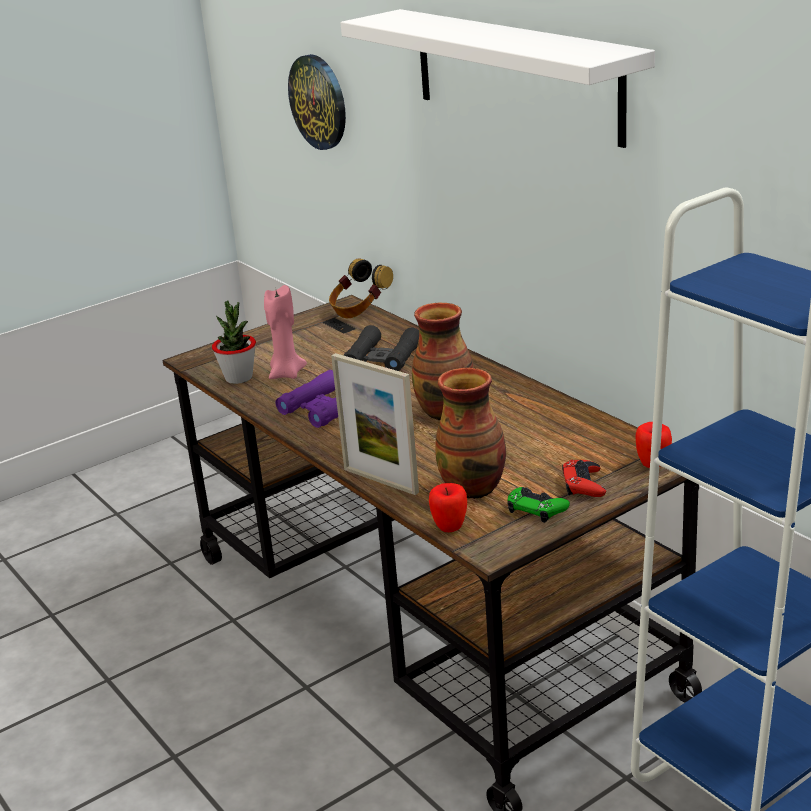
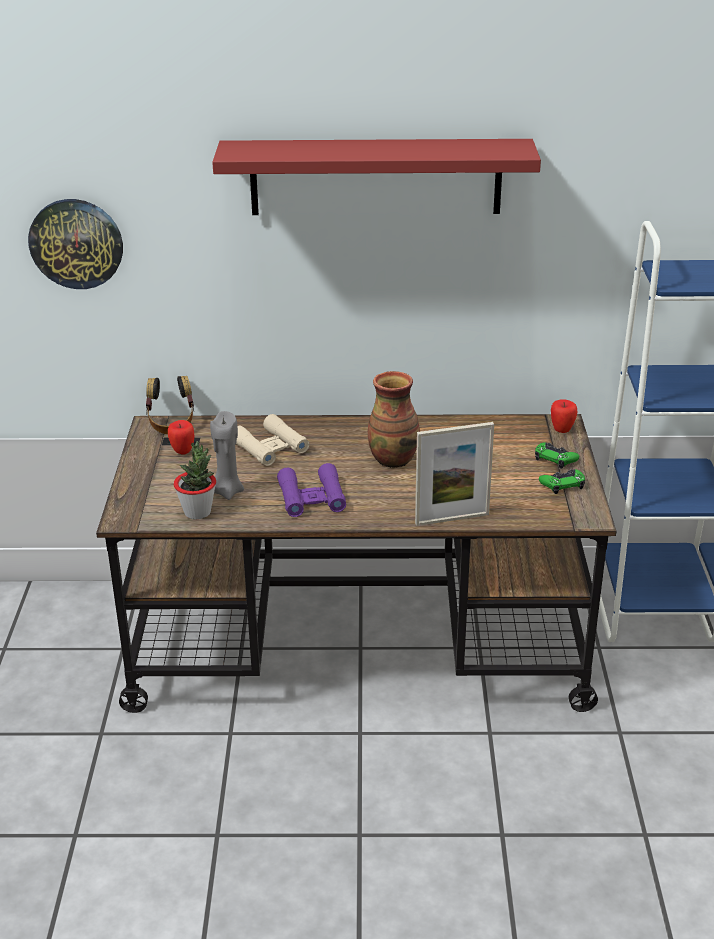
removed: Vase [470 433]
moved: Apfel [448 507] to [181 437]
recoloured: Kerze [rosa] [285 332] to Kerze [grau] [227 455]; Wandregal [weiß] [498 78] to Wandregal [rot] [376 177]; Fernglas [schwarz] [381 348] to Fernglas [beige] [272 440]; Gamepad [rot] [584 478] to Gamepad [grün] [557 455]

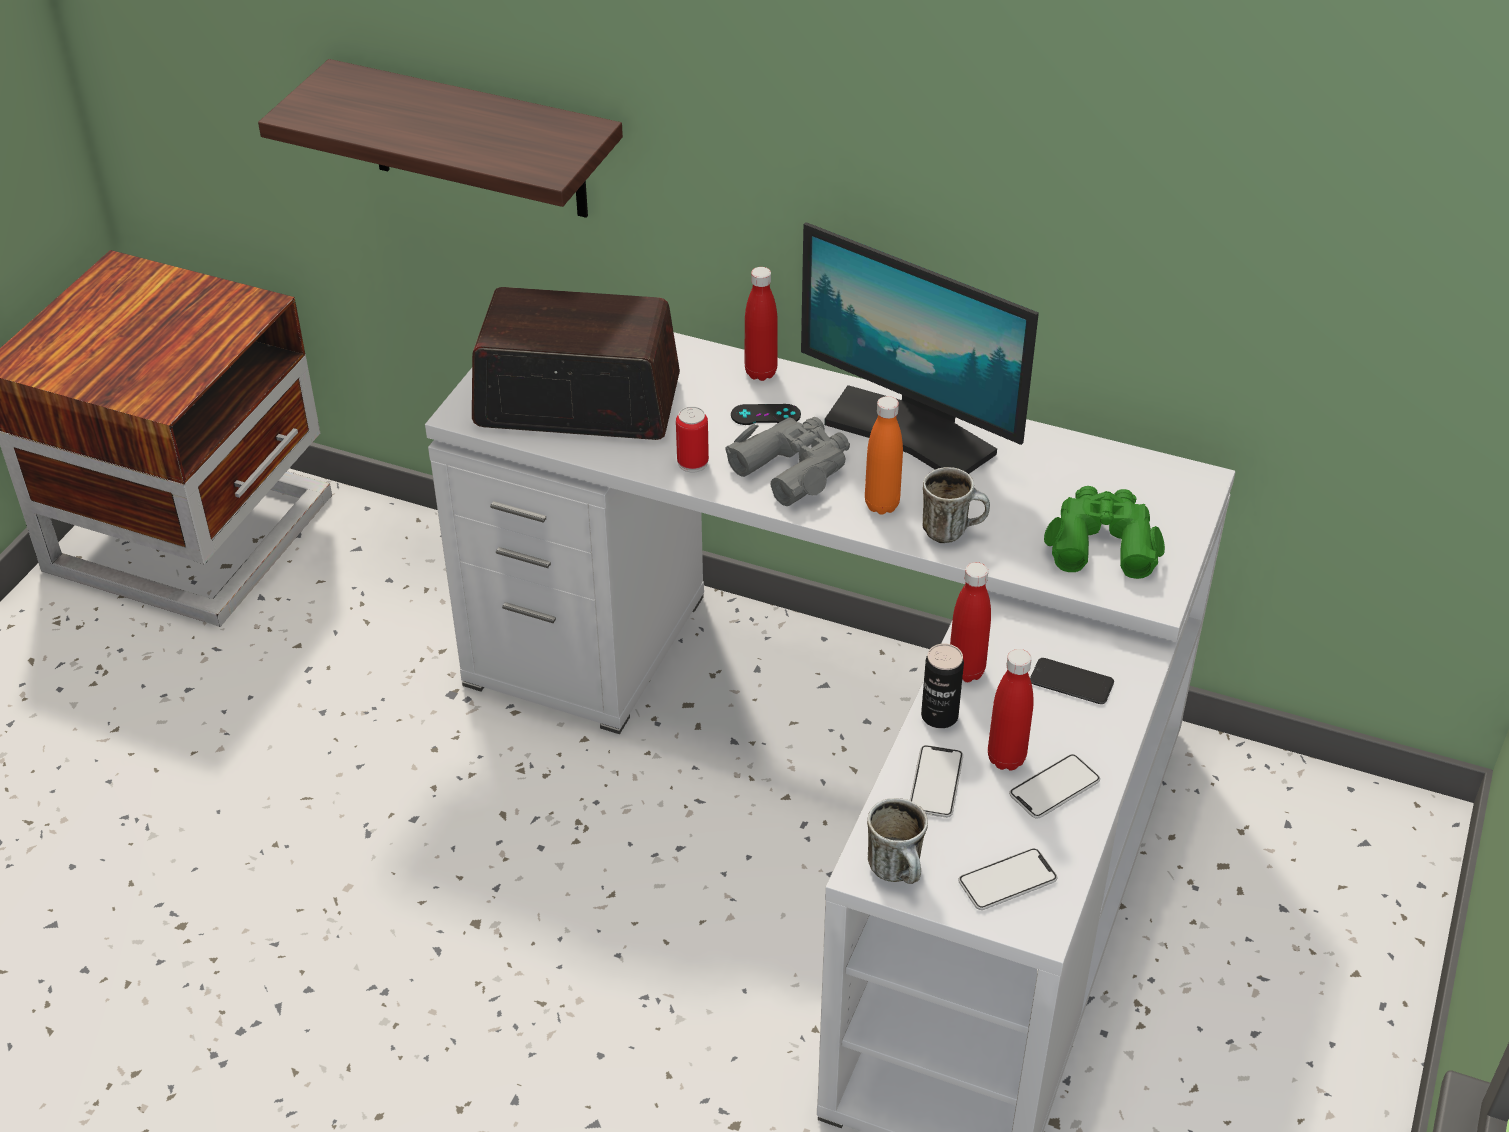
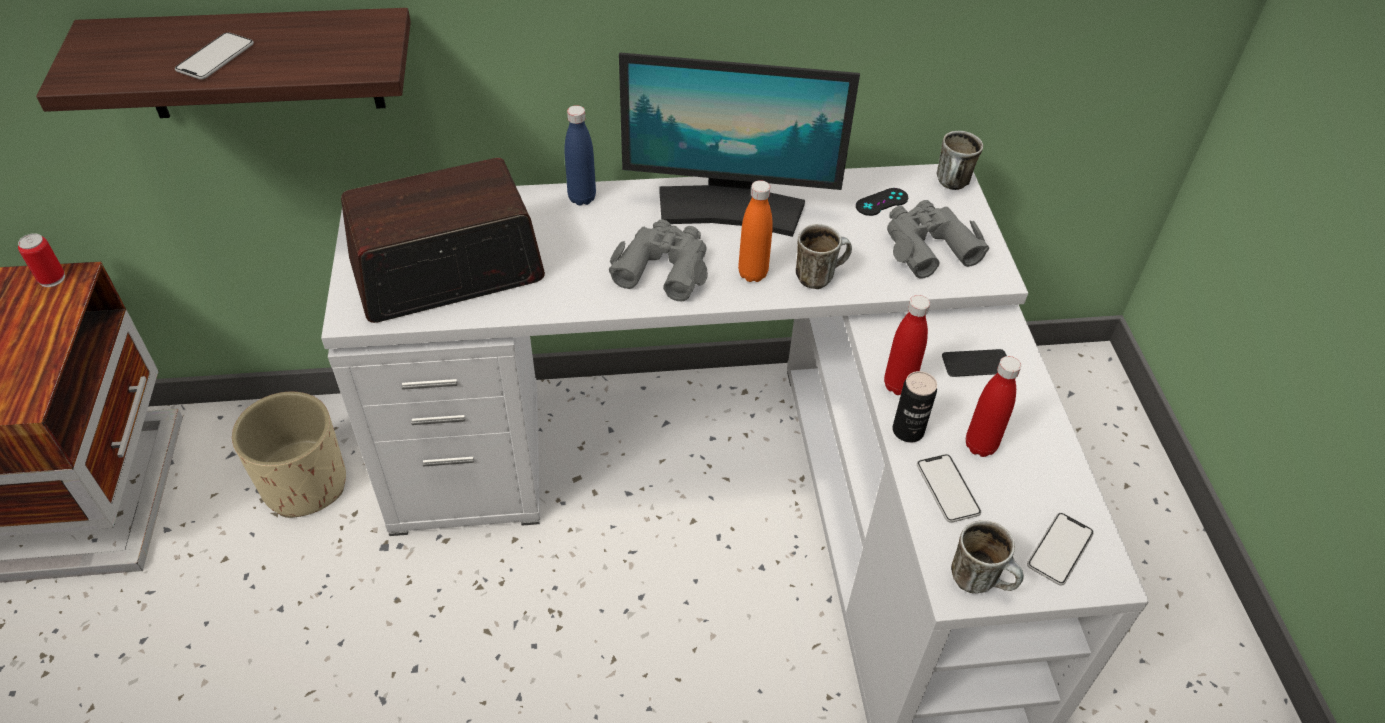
added: Pflanzkübel [beige] [289 455]; Henkelbecher [959 160]
moved: Dose [692 439] to [41 260]; Gamepad [schwarz] [766 414] to [882 202]; Handy [1054 786] to [214 56]
recoloured: Flasche [rot] [761 324] to Flasche [blau] [580 155]; Fernglas [grün] [1104 532] to Fernglas [grau] [938 239]

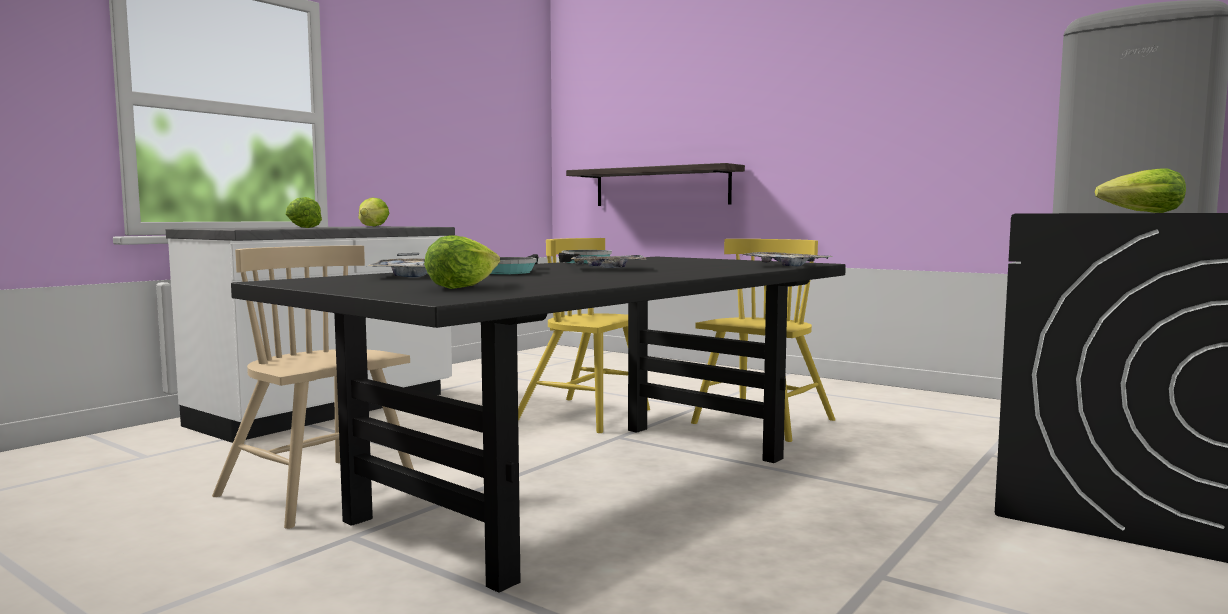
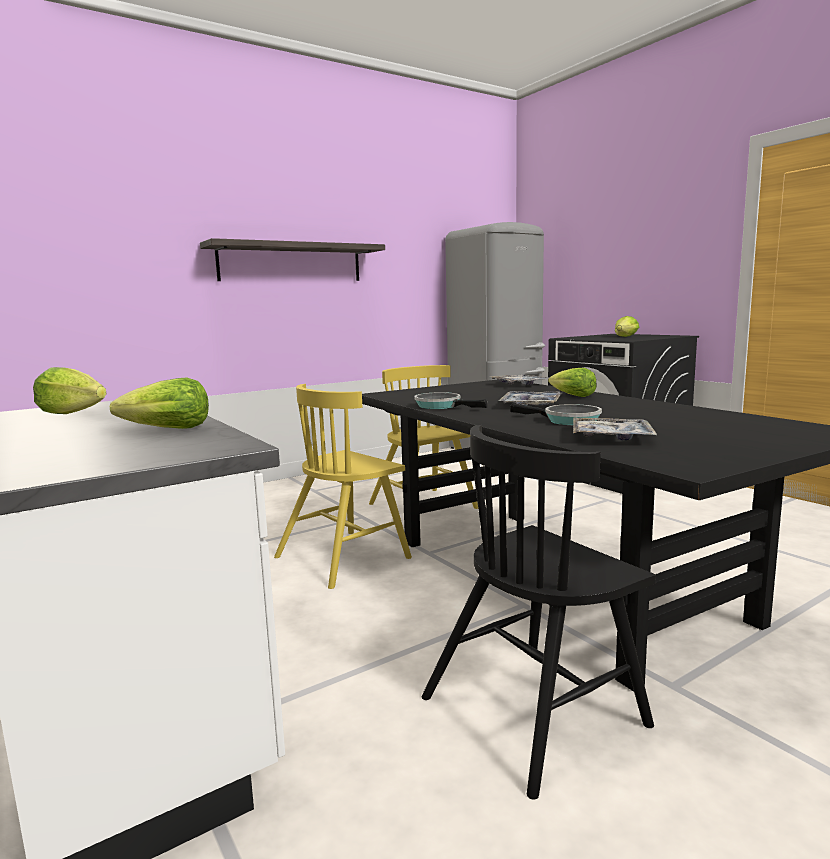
moved: Salatkopf [462 262] to [572 382]; Wandregal [655 184] to [292 259]
recoloured: Stuhl [beige] [313 387] to Stuhl [schwarz] [538 612]

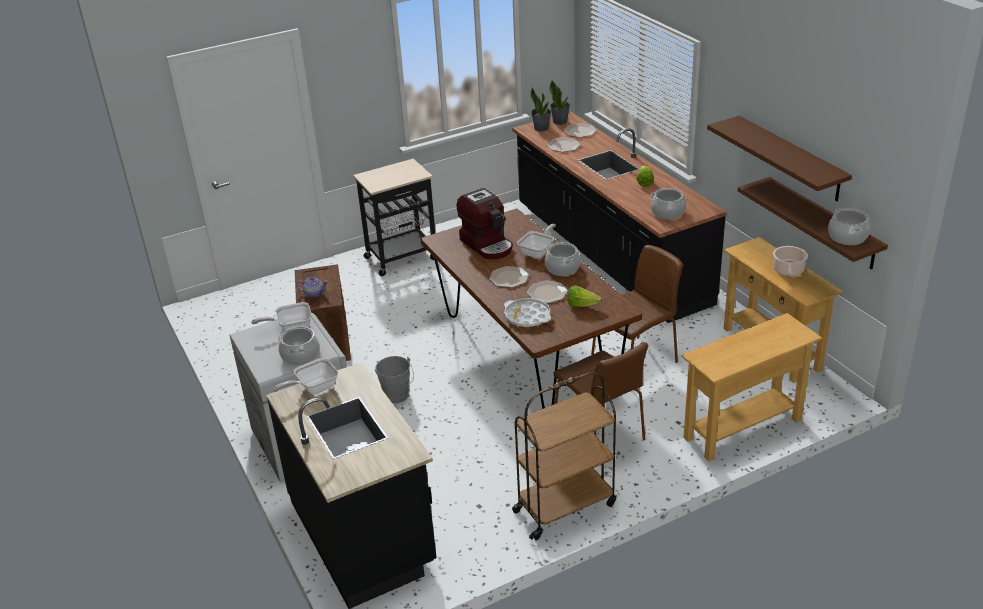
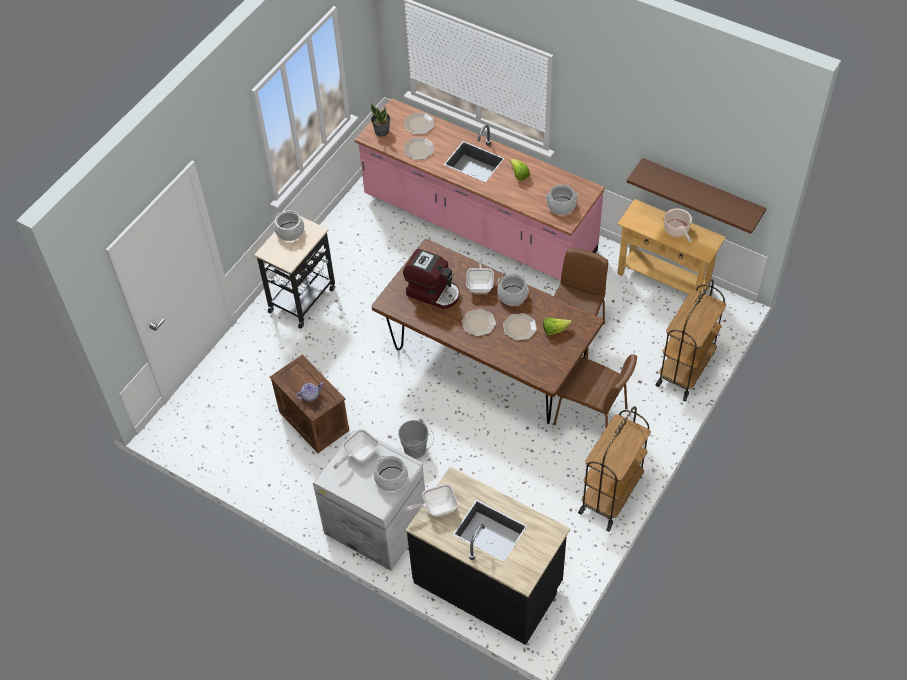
removed: Tablett [weiß] [527 312]; Topfpflanze [559 102]; Wandregal [braun] [779 158]
moved: Kochtopf [849 226] to [289 225]
replaced: Konsolentisch [beige] [751 387] to Rollwagen [braun] [691 340]
recoloured: Küchenzeile [schwarz] [619 217] to Küchenzeile [rosa] [480 189]
turned: Pfanne [305 376] = [431 500] 45 degrees clockwise

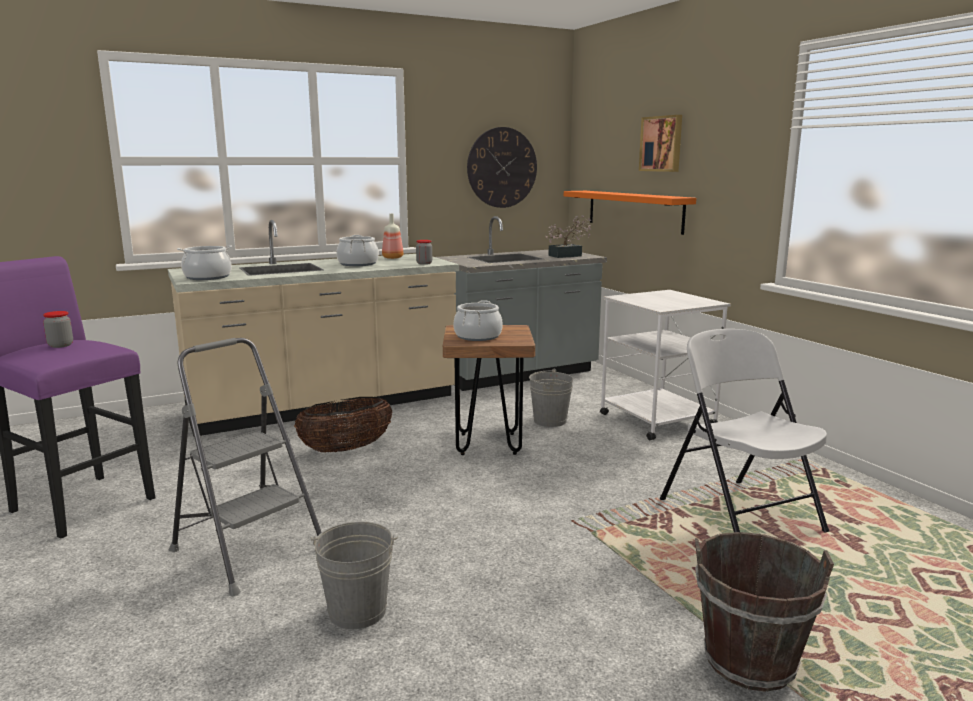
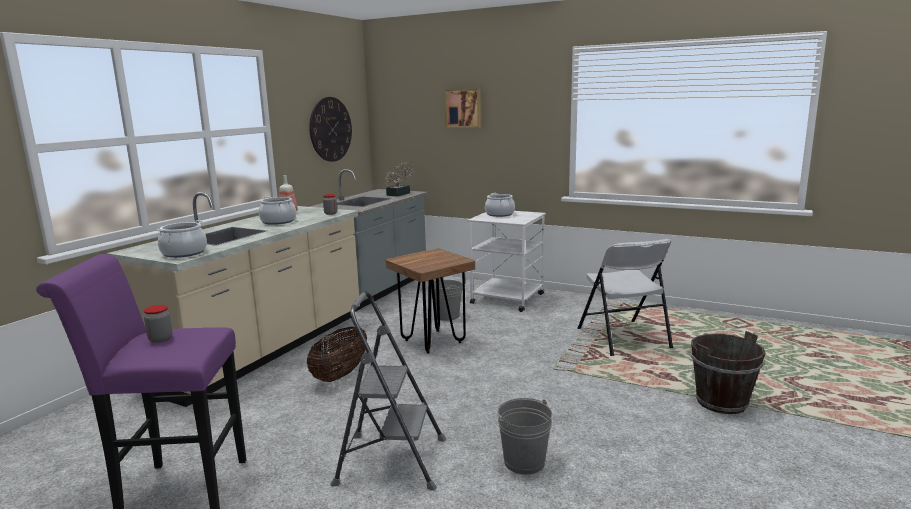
removed: Wandregal [orange] [630 213]
moved: Kochtopf [478 320] to [500 205]
turned: Stuhl [weiß] [744 430] = [625 297] 135 degrees counterclockwise

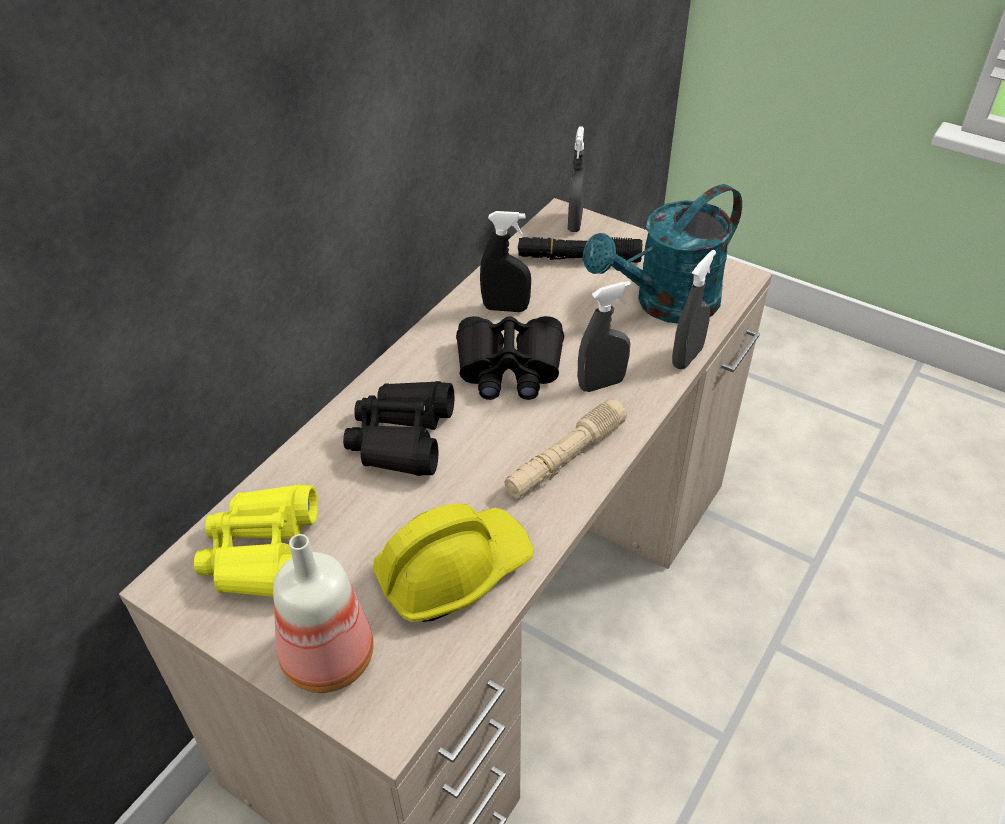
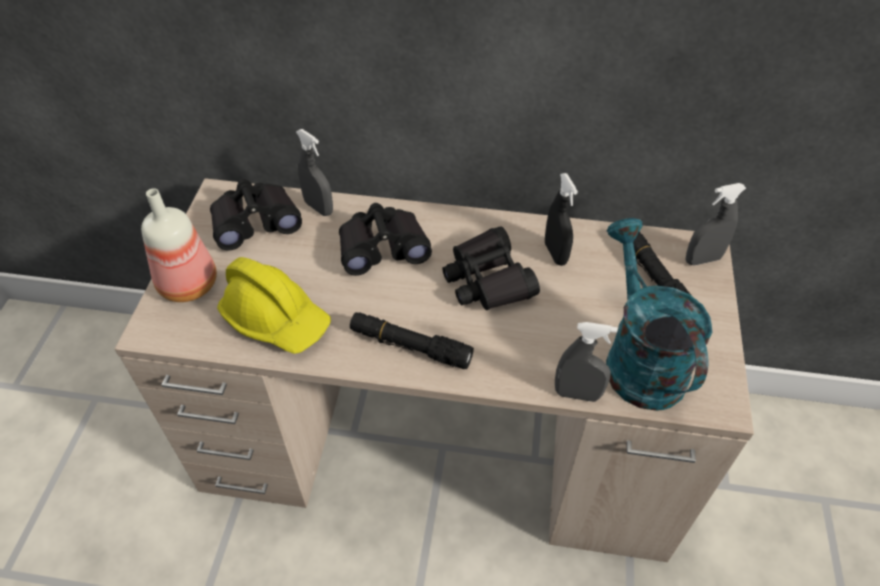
moved: Sprühflasche [grau] [604 336] to [314 172]
recoloured: Fernglas [gelb] [256 540] to Fernglas [schwarz] [256 215]; Taschenlampe [beige] [565 448] to Taschenlampe [schwarz] [412 340]
turned: Gießkanne [türkis] [662 253] = [659 314] 45 degrees clockwise

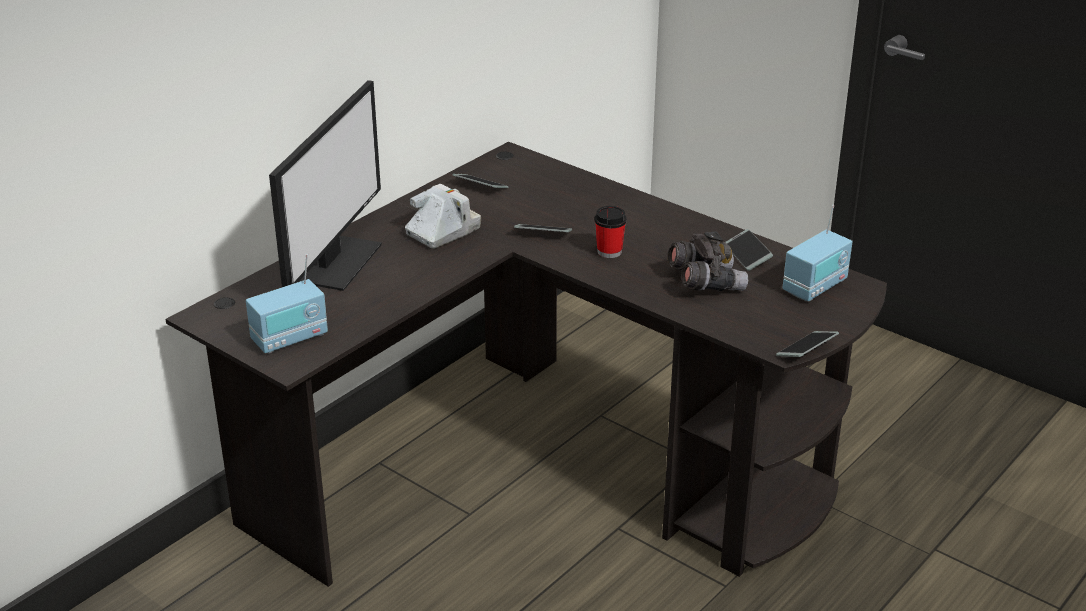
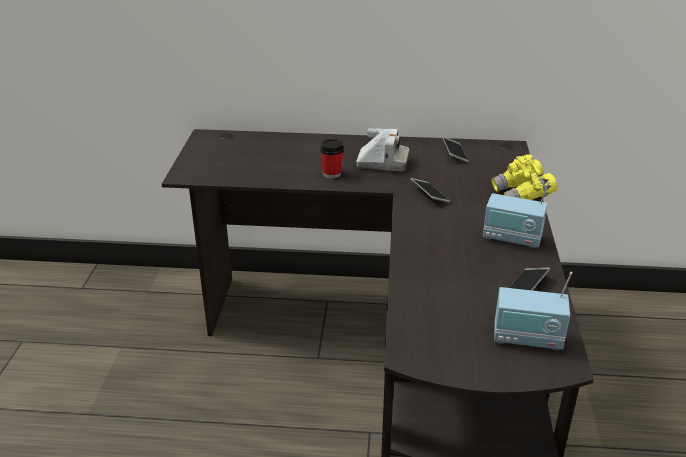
removed: Monitor [325 185]; Fernglas [grau] [708 261]; Handy [807 344]
added: Fernglas [gelb] [524 177]
moved: Radio [287 304] to [516 215]; Tasse [610 232] to [332 158]

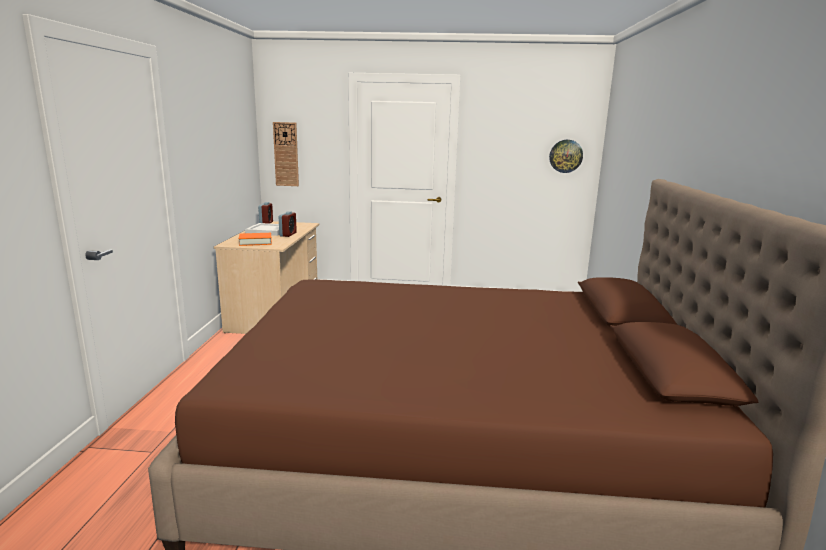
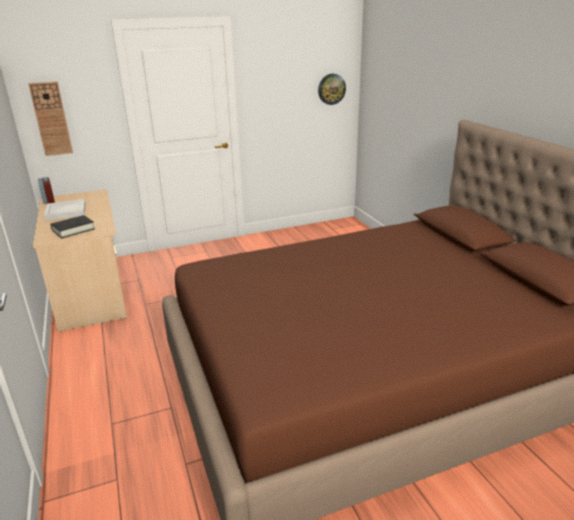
removed: Wecker [288 224]
recoloured: Buch [orange] [255 239] to Buch [schwarz] [72 227]

